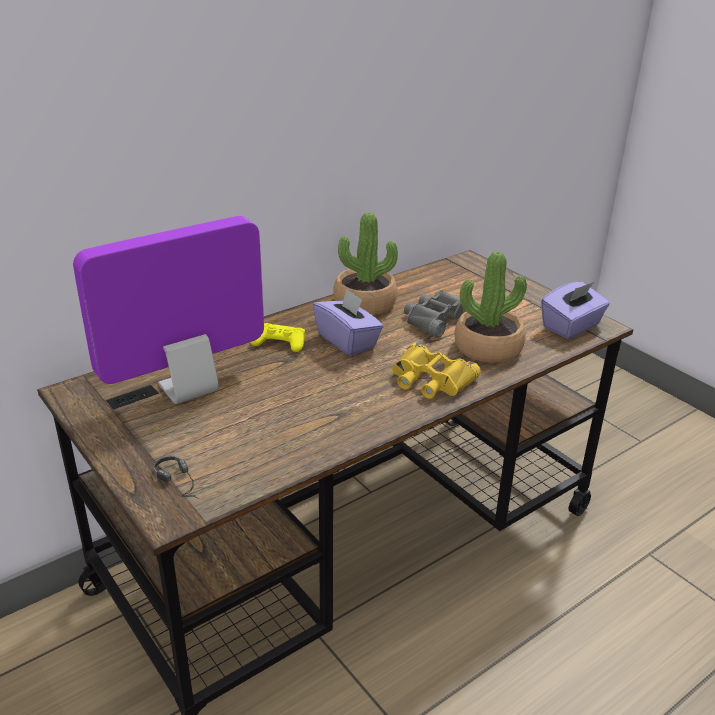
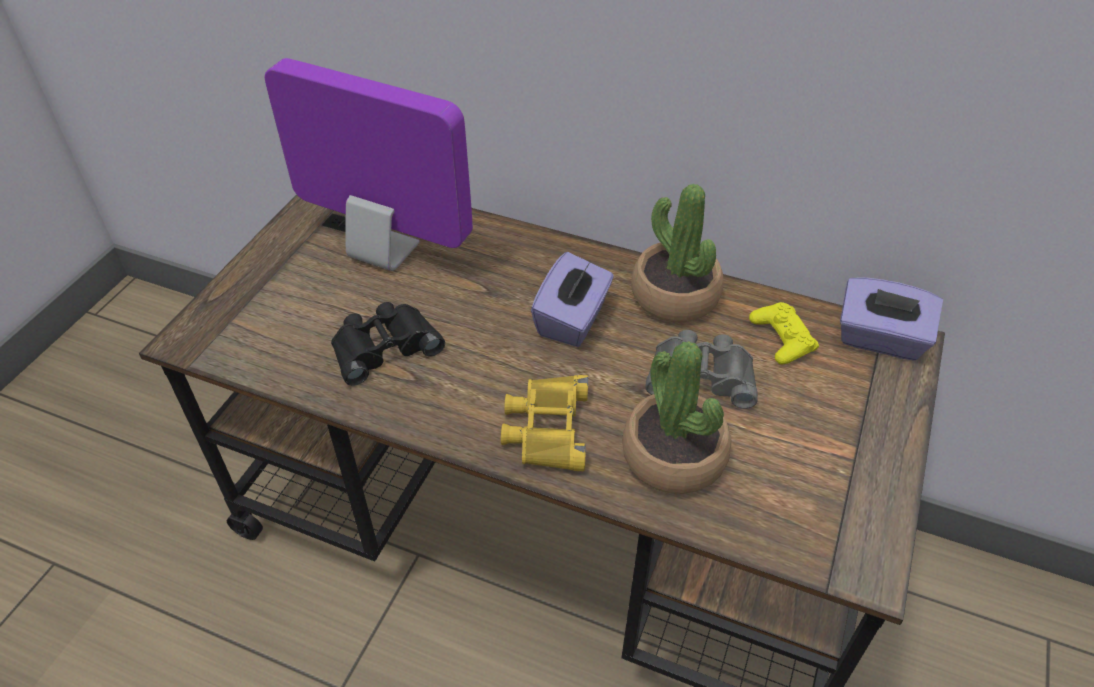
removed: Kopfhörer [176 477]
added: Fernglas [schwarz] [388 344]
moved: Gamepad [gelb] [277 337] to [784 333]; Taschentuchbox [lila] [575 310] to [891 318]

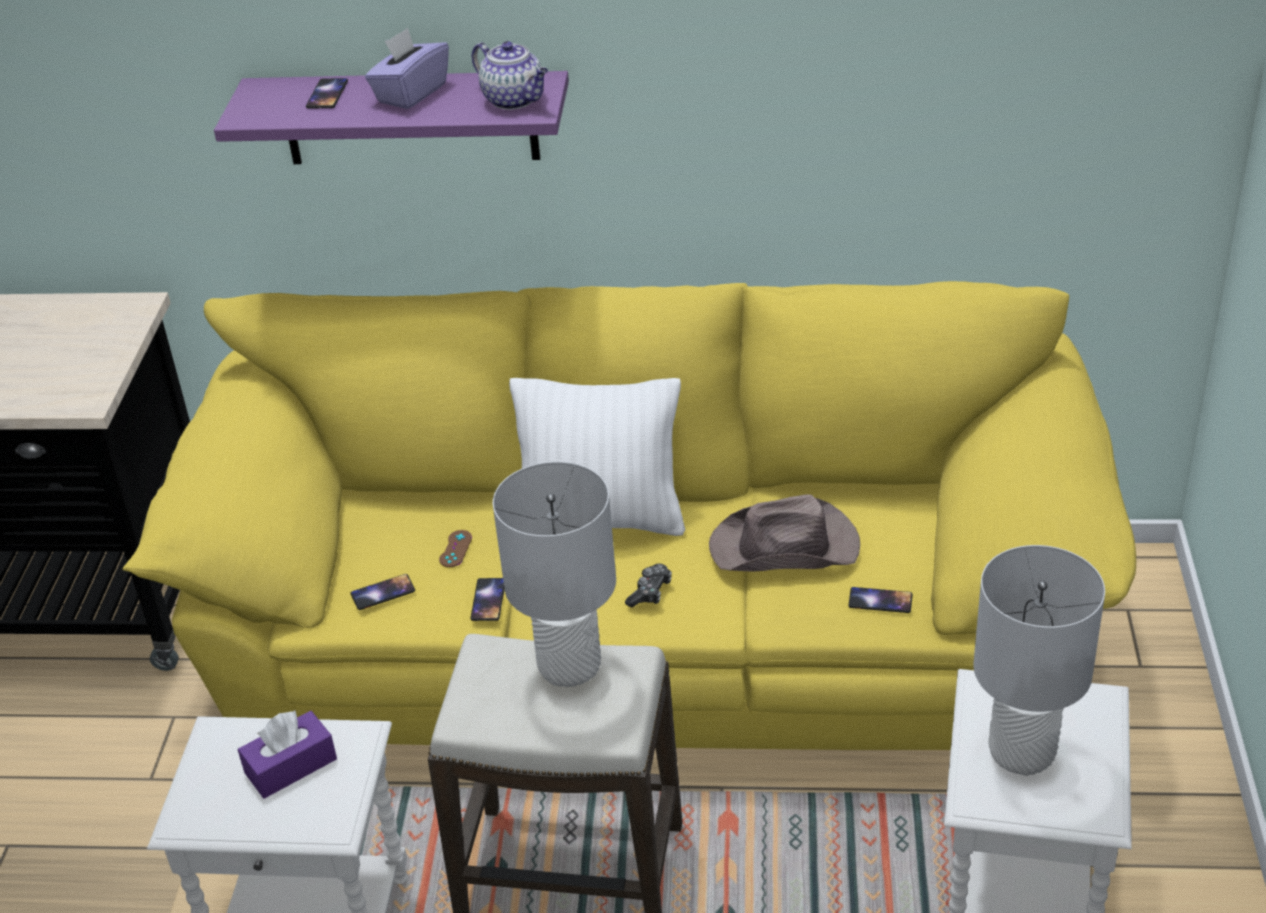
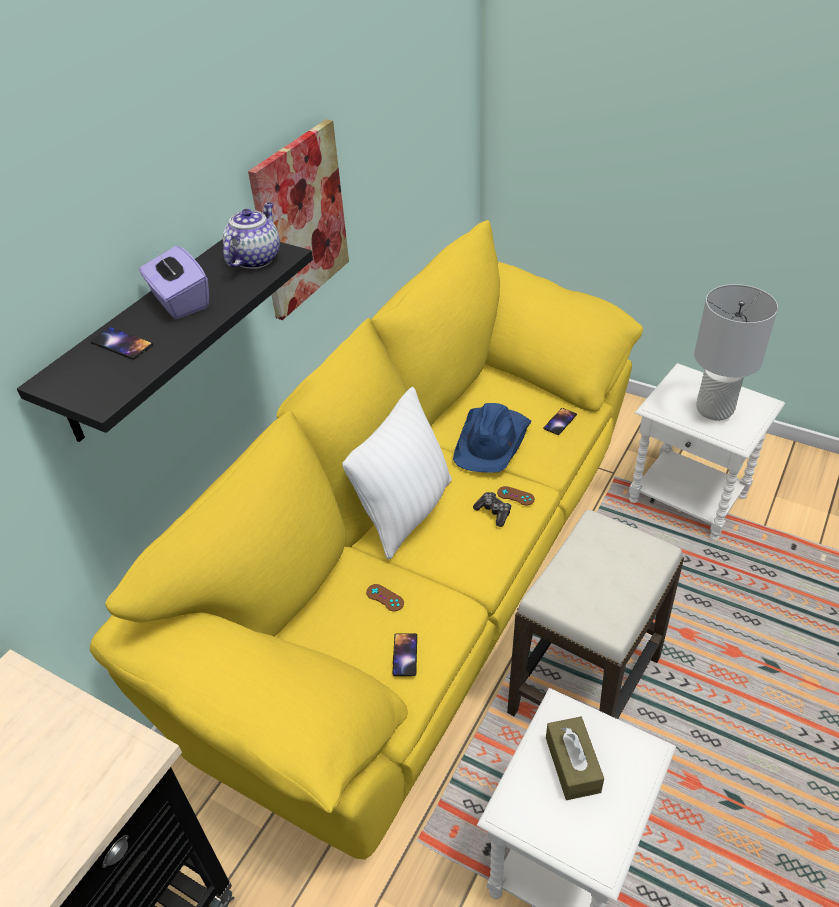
removed: Handy [487 599]; Tischlampe [grau] [554 574]
added: Bild [298 219]; Gamepad [braun] [516 495]
recoloured: Wandregal [lila] [391 117] to Wandregal [schwarz] [165 340]; Taschentuchbox [lila] [287 754] to Taschentuchbox [braun] [575 758]; Hut [braun] [784 533] to Hut [blau] [492 438]
turned: Teekanne [510 75] = [251 235] 45 degrees counterclockwise

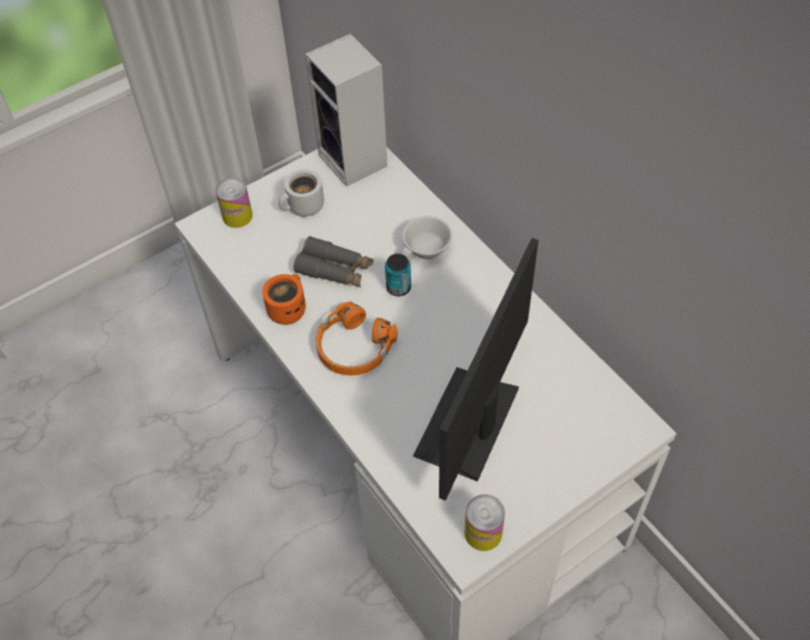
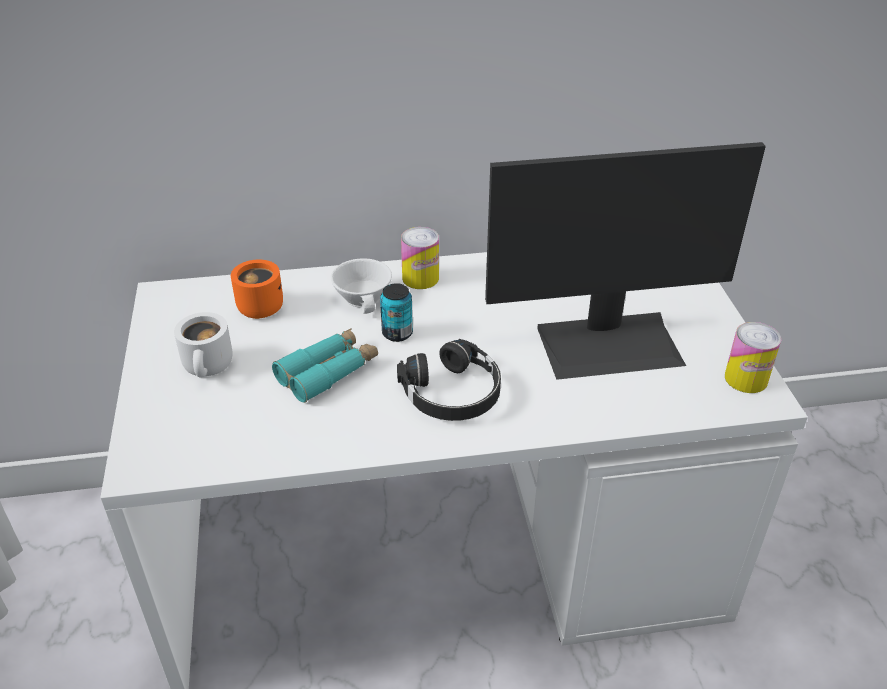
removed: Lautsprecher [346 110]
moved: Dose [234 203] to [420 258]; Henkelbecher [orange] [284 299] to [257 289]
recoloured: Fernglas [grau] [333 261] to Fernglas [türkis] [325 365]; Kopfhörer [orange] [357 338] to Kopfhörer [schwarz] [449 380]
turned: Monitor [475 369] = [625 261] 60 degrees counterclockwise

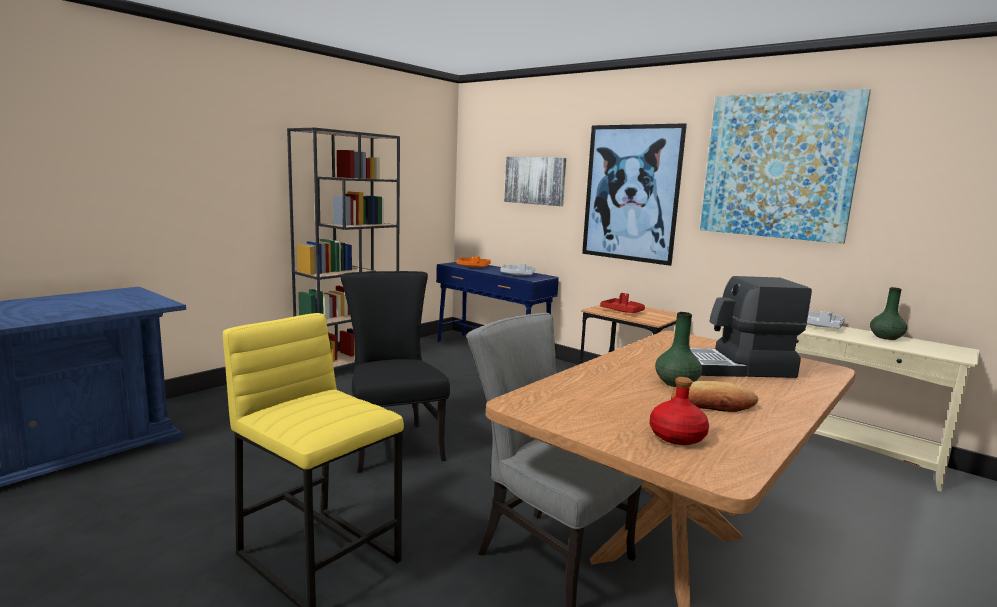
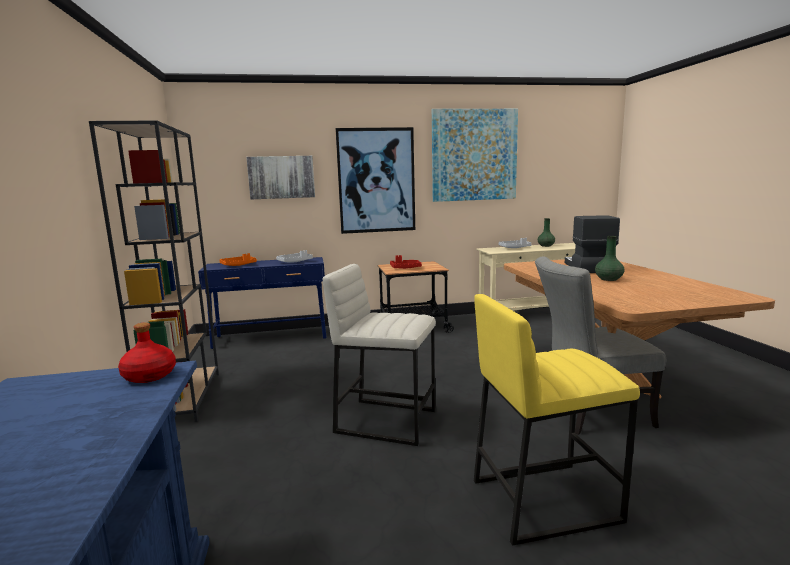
removed: Brot [714 396]
moved: Flasche [rot] [679 411] to [147 352]
replaced: Stuhl [schwarz] [395 372] to Hocker [beige] [379 355]
turned: Kaffeemaschine [751 327] = [592 244] 150 degrees clockwise

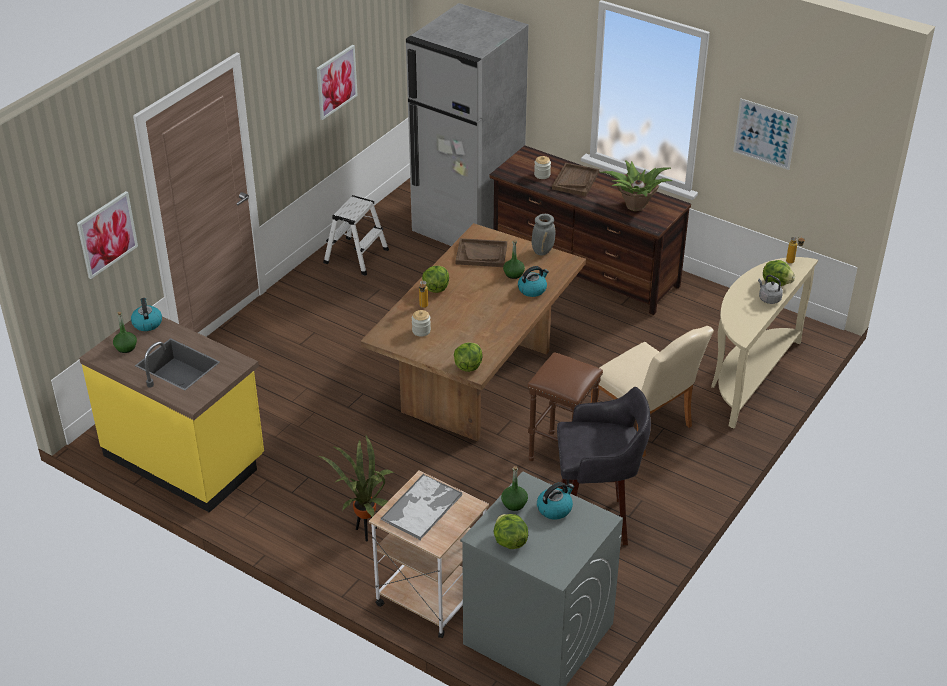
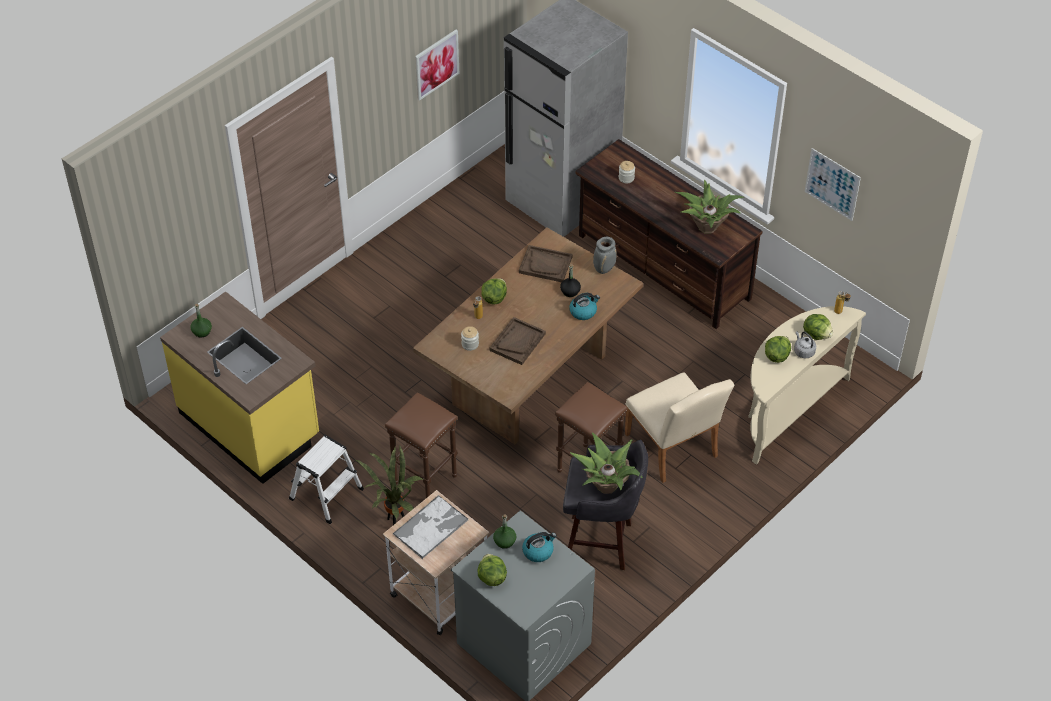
removed: Bild [107 235]; Wasserkessel [146 314]
added: Hocker [braun] [421 445]; Topfpflanze [606 463]
moved: Trittleiter [weiß] [356 235] to [326 479]; Salatkopf [468 357] to [778 349]; Tablett [braun] [575 179] to [518 341]
recoloured: Flasche [grün] [514 259] to Flasche [schwarz] [570 280]

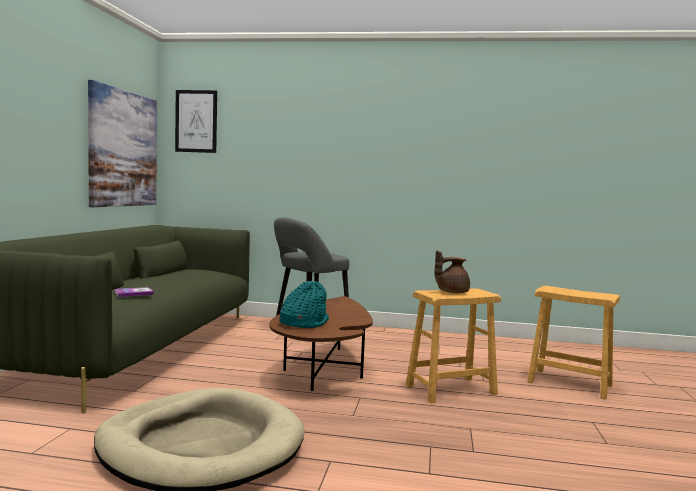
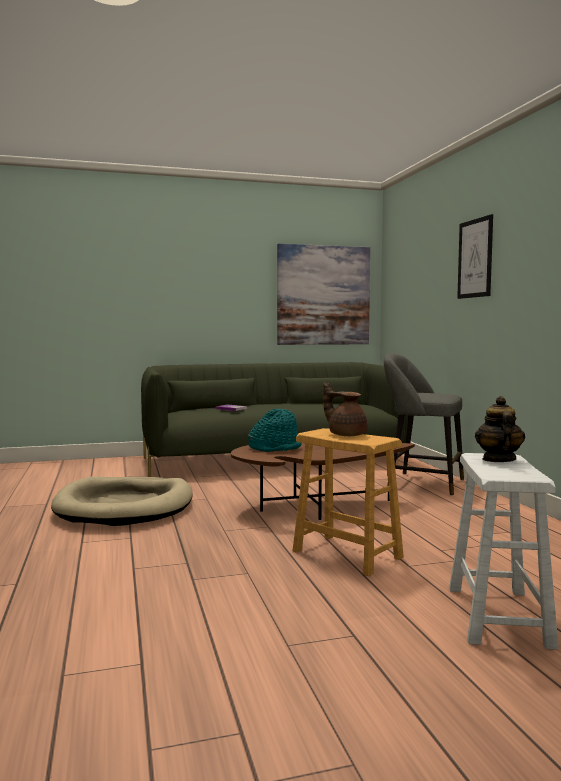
added: Teekanne [500 429]
moved: Bild [196 121] to [475 256]
recoloured: Hocker [braun] [573 343] to Hocker [weiß] [504 551]

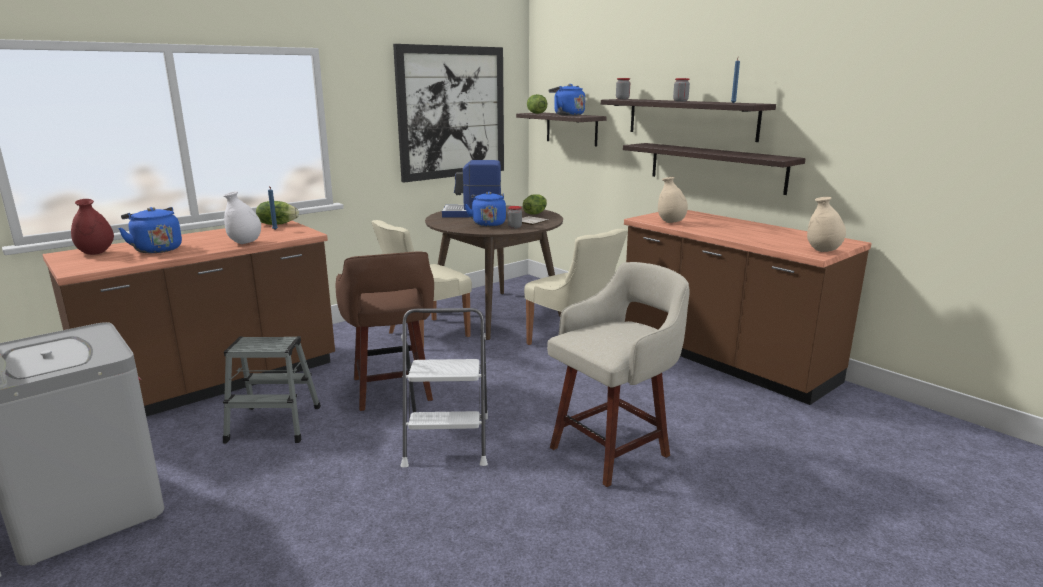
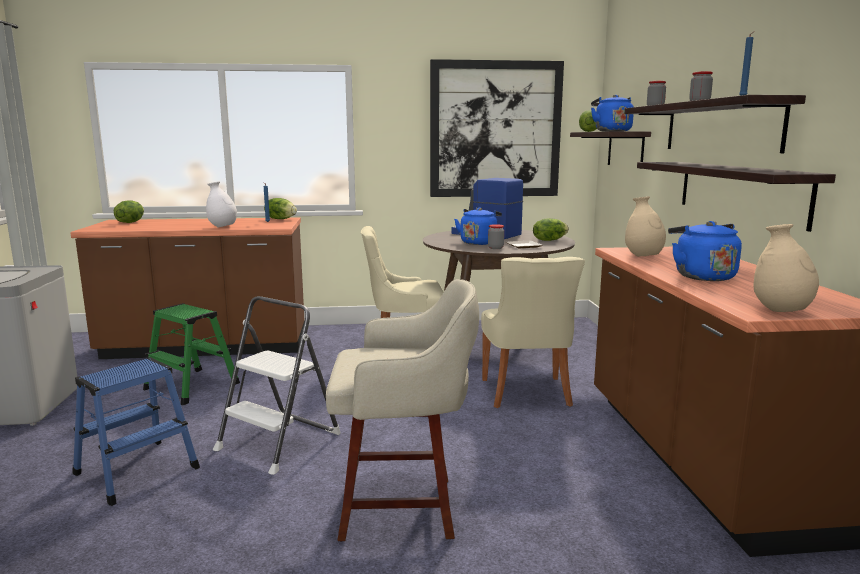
removed: Hocker [braun] [385 331]
added: Trittleiter [blau] [136 431]
moved: Wasserkessel [blau] [150 230] to [705 251]
replaced: Vase [rot] [92 227] to Salatkopf [129 211]
recoloured: Trittleiter [grau] [272 390] to Trittleiter [grün] [191 354]

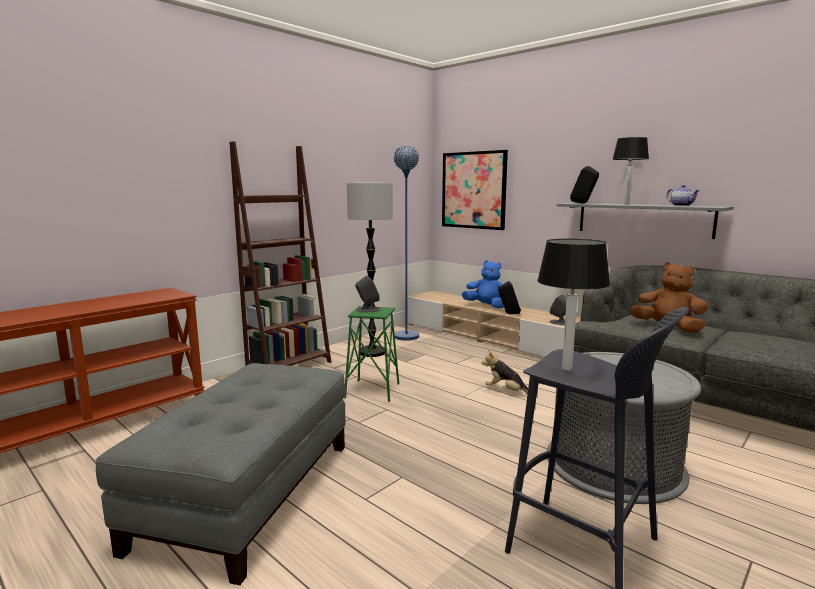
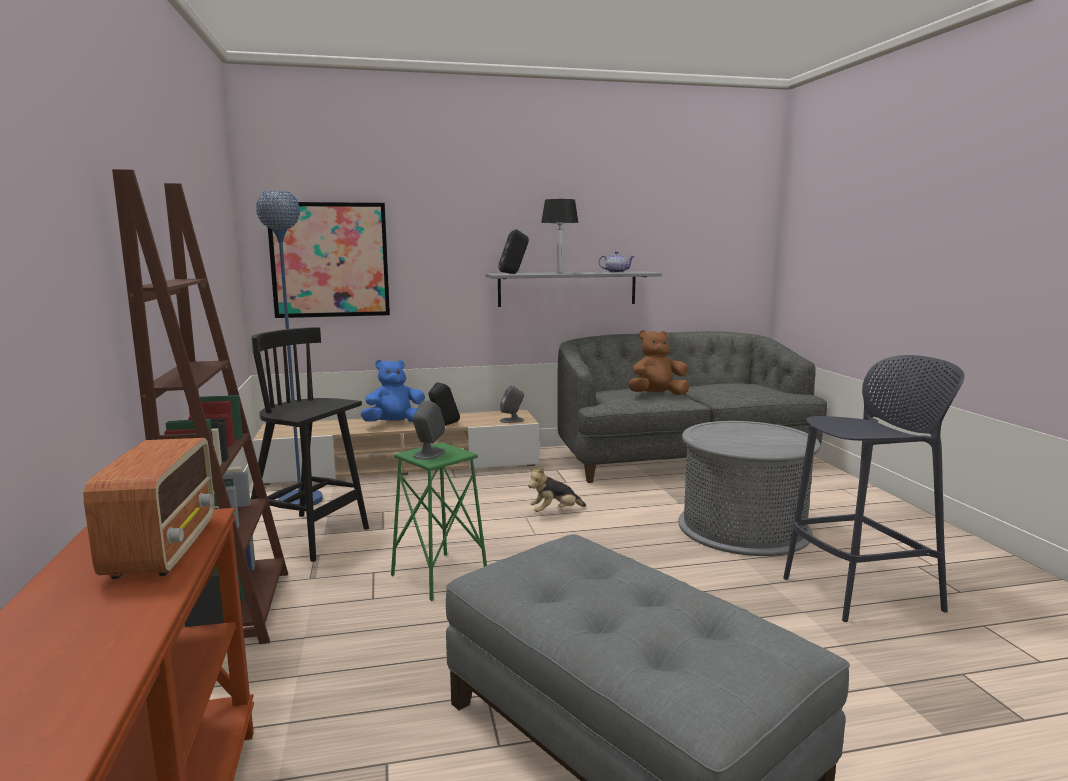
removed: Tischlampe [573 305]
added: Radio [149 508]
replaced: Stehlampe [370 270] to Hocker [schwarz] [310 444]

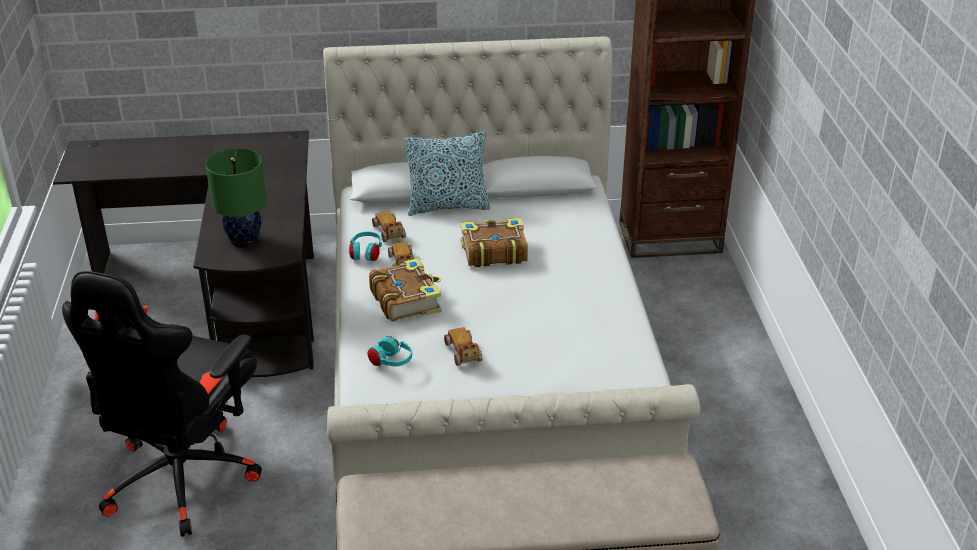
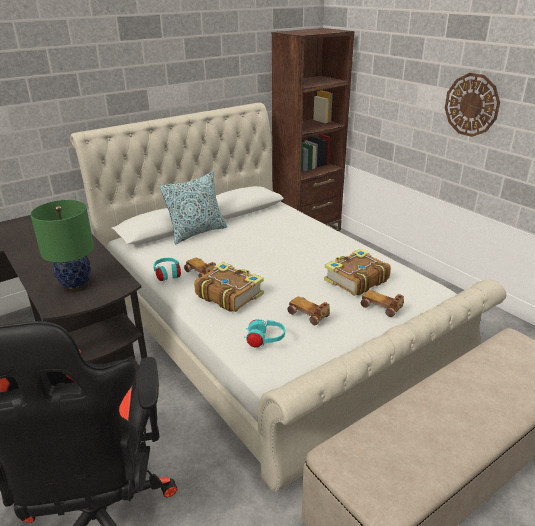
added: Wanduhr [472 105]
moved: Spielzeugauto [389 226] to [382 303]; Buch [494 242] to [357 272]

